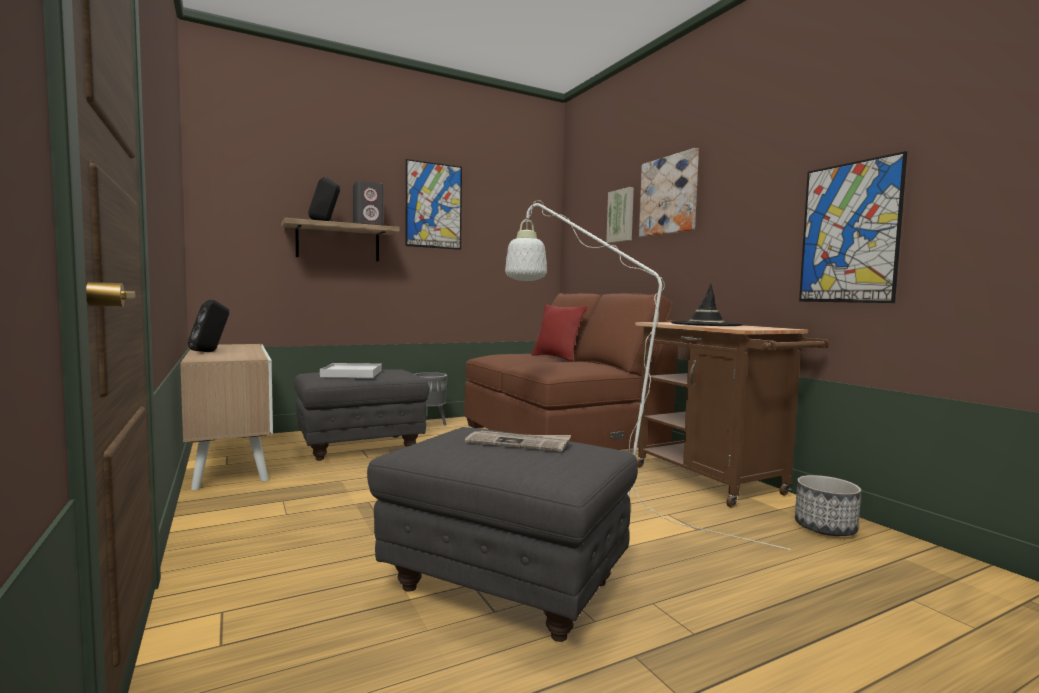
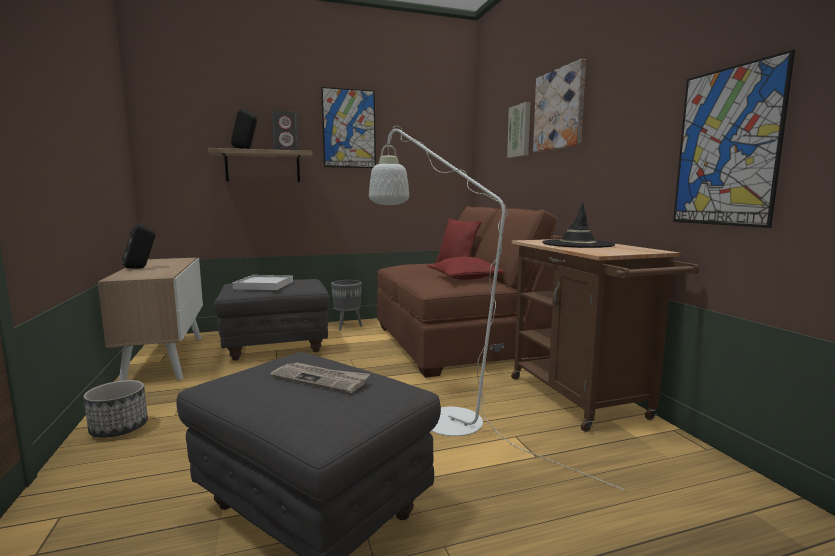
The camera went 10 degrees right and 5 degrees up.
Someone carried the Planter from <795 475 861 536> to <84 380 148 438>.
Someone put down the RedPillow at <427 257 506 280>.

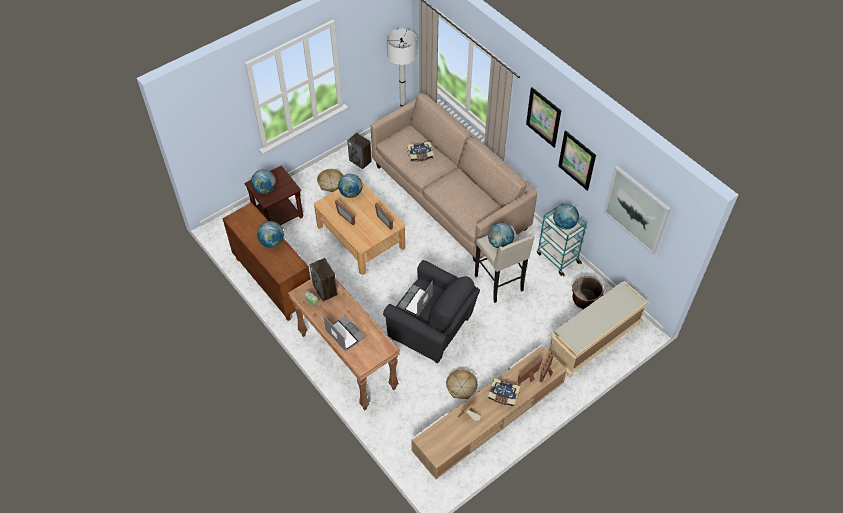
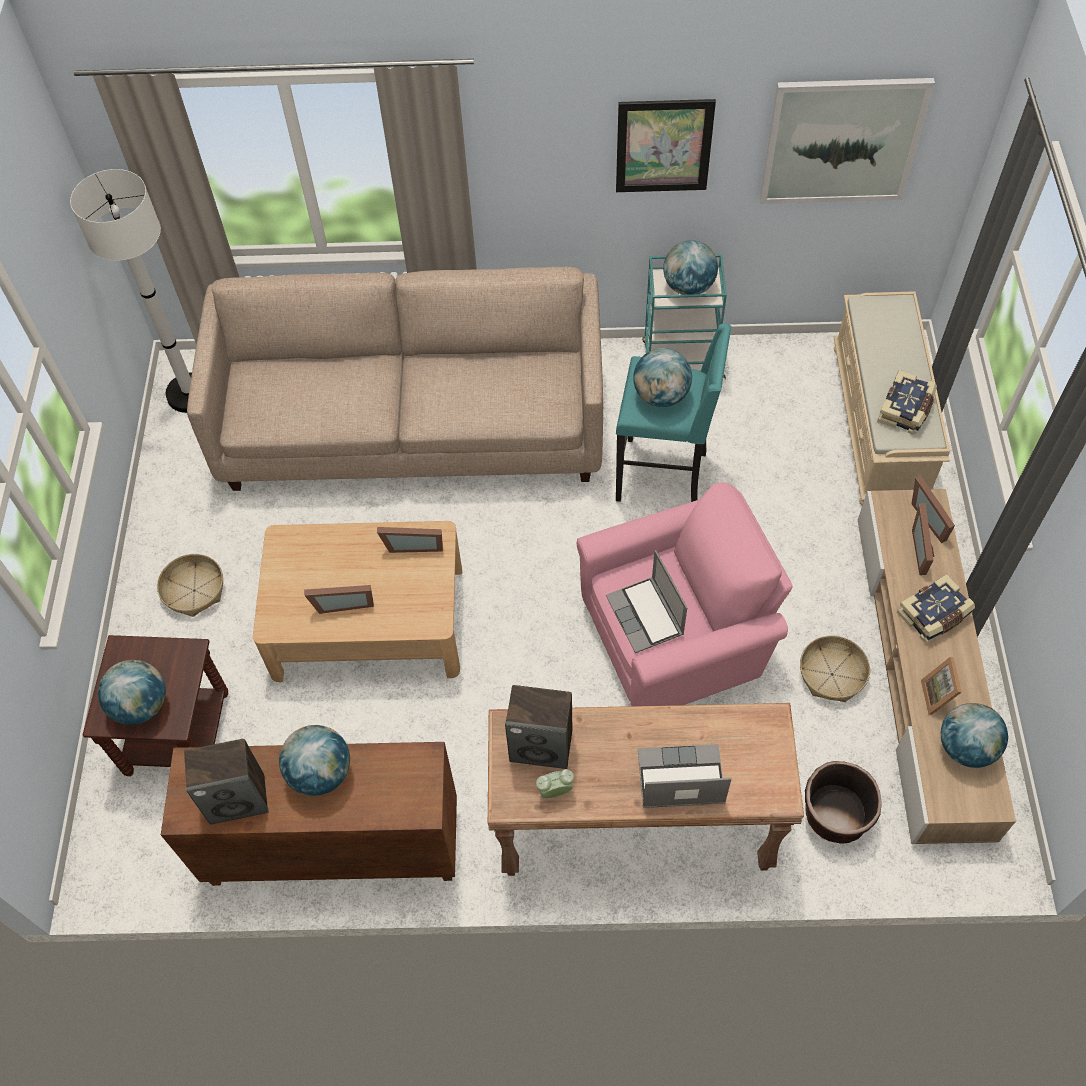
The camera went 50 degrees left and 5 degrees up.
Someone took away the Picture at <526 87 561 148>.
Someone carried the Speaker from <347 133 372 169> to <184 739 268 824>.
Someone carried the Book from <407 142 434 162> to <877 370 937 435>.
Someone carried the Globe from <338 174 362 198> to <941 703 1008 768>.
Someone repainted the BeigeStool at <475 226 535 303>, which became the TurquoiseStool at <616 324 731 502>.
Someone repainted the GreyArmchair at <383 260 480 363>, which became the PinkArmchair at <577 482 793 706>.
Someone carried the BrownPlanter from <572 276 604 309> to <805 761 882 844>.

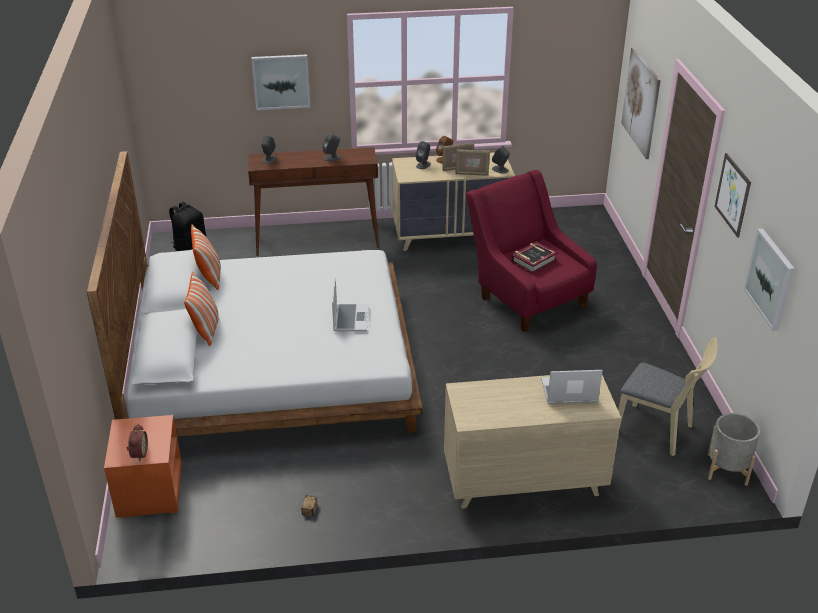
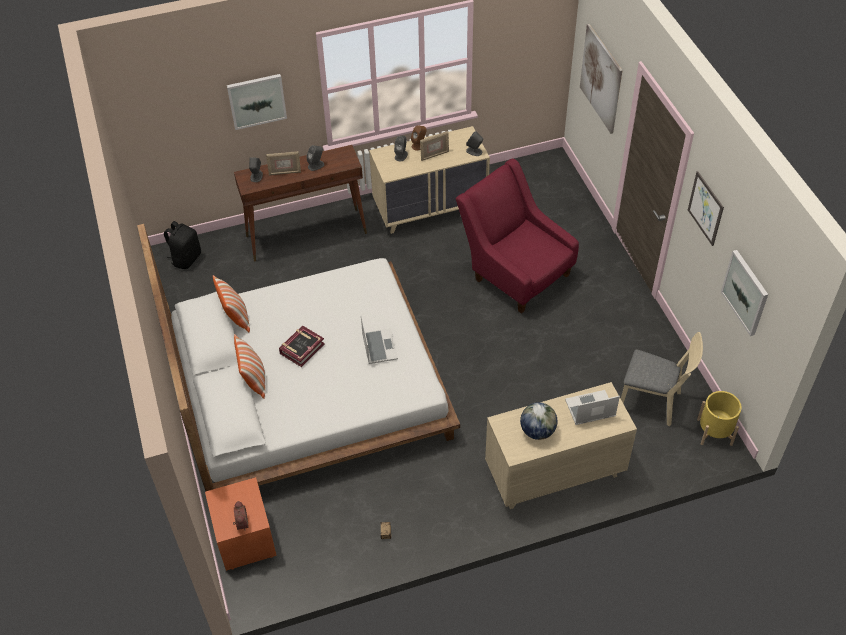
The camera went 10 degrees left and 15 degrees up.
Someone carried the PictureFrame from <455 149 490 176> to <266 151 301 175>.
Someone carried the Book from <511 241 558 274> to <279 325 325 367>.
Someone repainted the GreyPlanter at <708 413 760 486>, which became the YellowPlanter at <697 391 742 446>.
Someone put down the Globe at <520 402 558 440>.

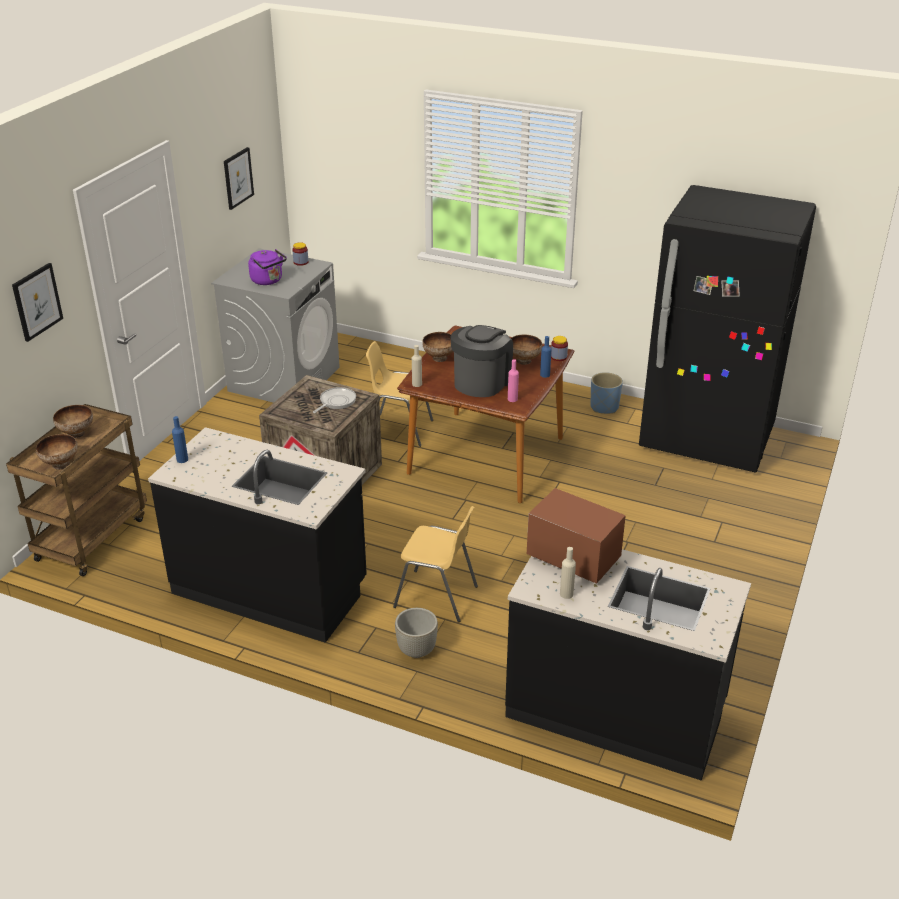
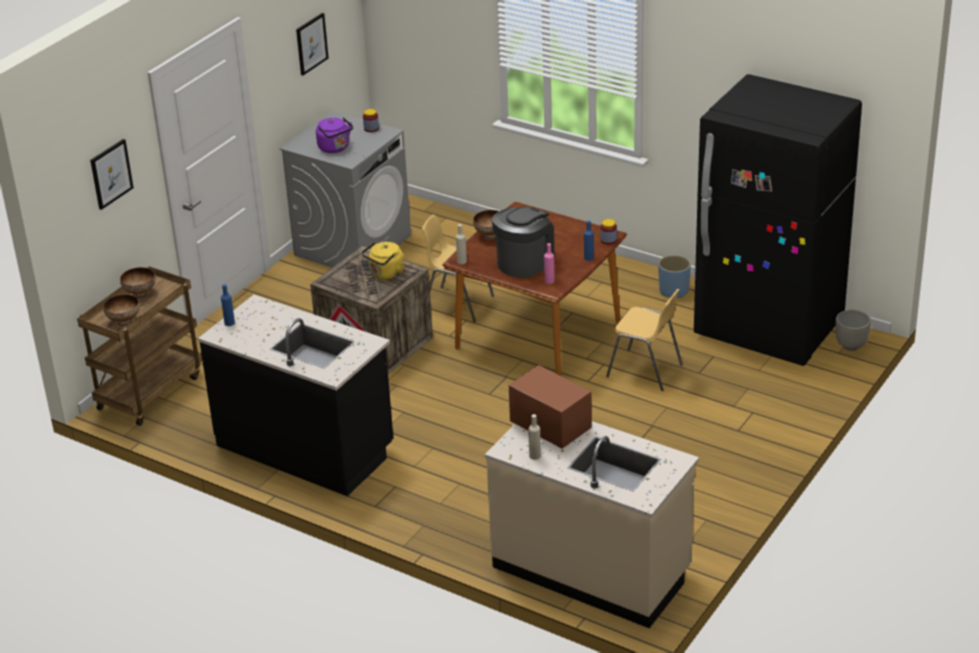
The camera went 10 degrees right and 0 degrees up.
Someone took away the Bowl at <511 335 542 365>.
Someone swapped the FryingPan at <313 387 356 413> for the YellowKettle at <361 242 404 280>.
Someone carried the YellowChair from <393 506 478 622> to <606 289 683 391>.
Someone repainted the BlackCounter at <505 549 751 781>, which became the BeigeCounter at <485 421 699 628>.
Someone carried the GreyPlanter from <395 608 438 658> to <835 310 871 351>.

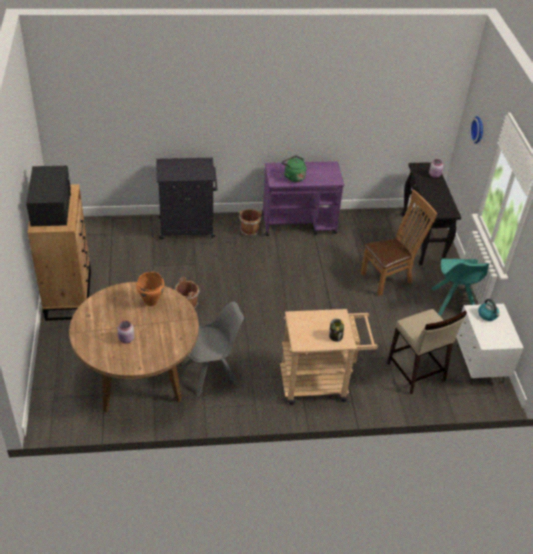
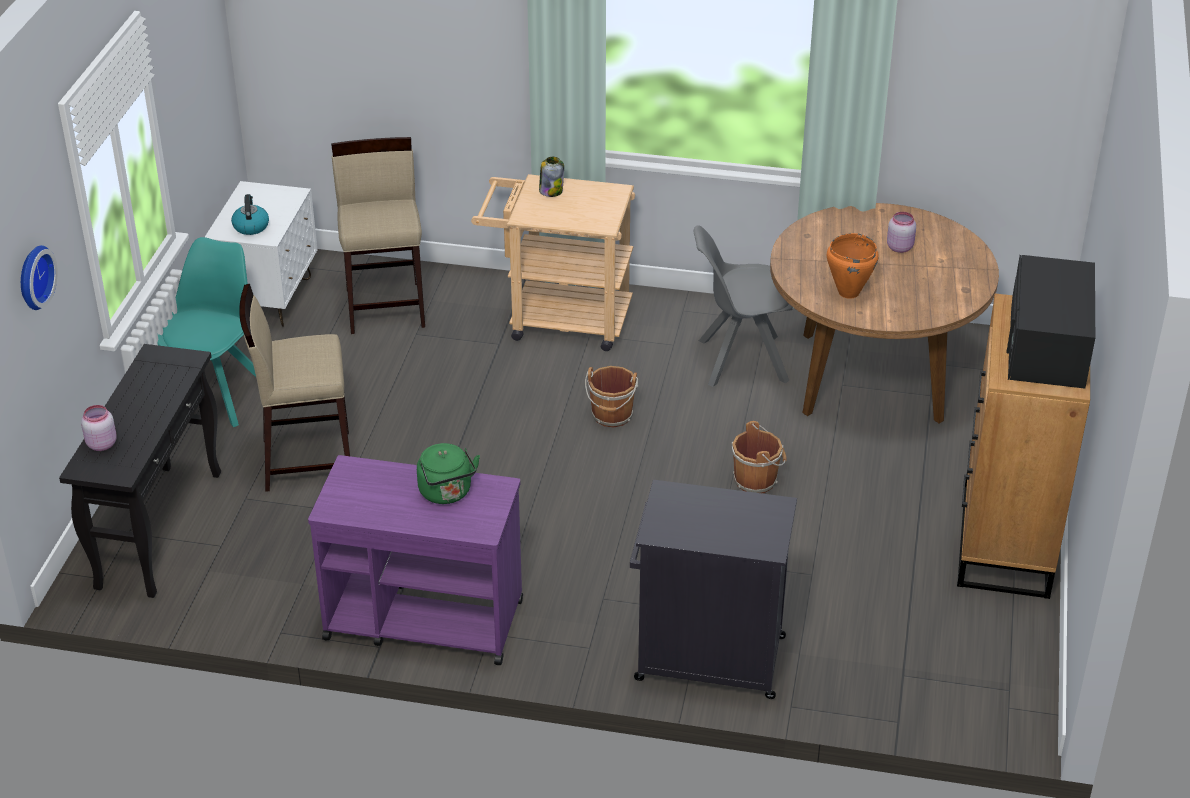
The camera went 160 degrees left and 5 degrees down.
Someone swapped the BrownChair at <361 190 437 296> for the BeigeStool at <239 284 350 492>.
Someone carried the BrownBucket from <239 209 262 236> to <585 366 638 427>.

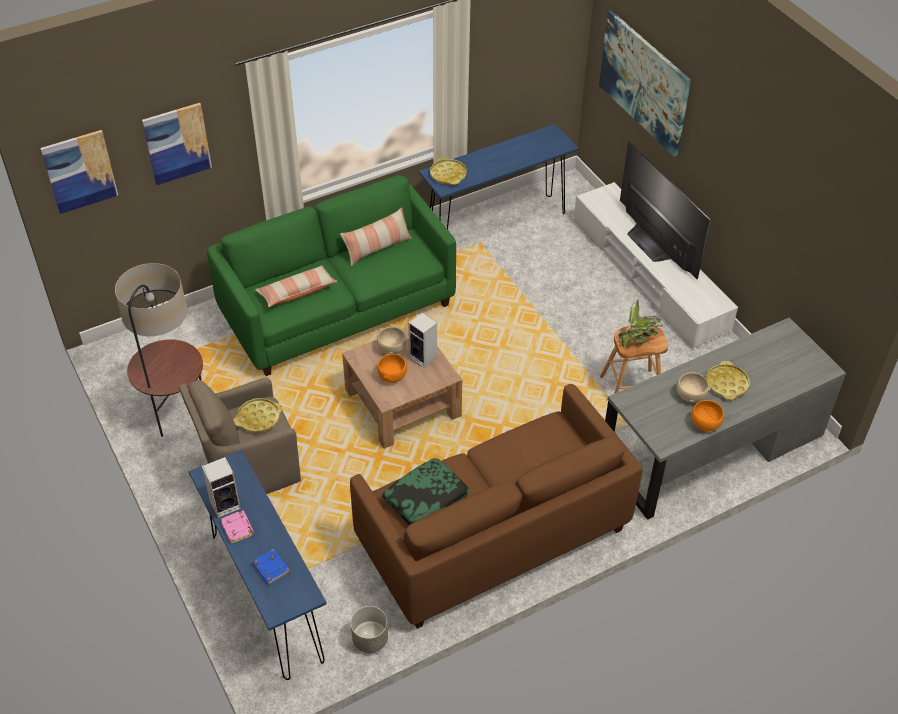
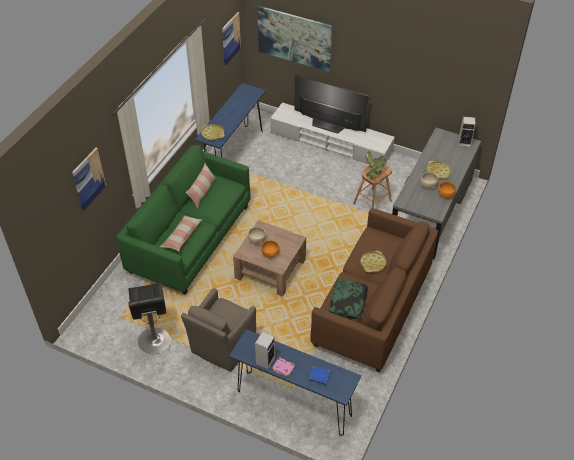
The camera went 35 degrees left and 0 degrees up.
Someone carried the Picture from <40 130 118 214> to <222 12 241 65>.
Someone swapped the FloorLamp at <115 263 203 437> for the BlackStool at <128 283 172 354>.
Someone carried the Speaker from <408 313 437 368> to <459 117 475 147>.
Someone carried the YellowTray from <233 398 283 433> to <360 251 386 273>.
Someone took away the GreyPlanter at <351 606 388 653>.

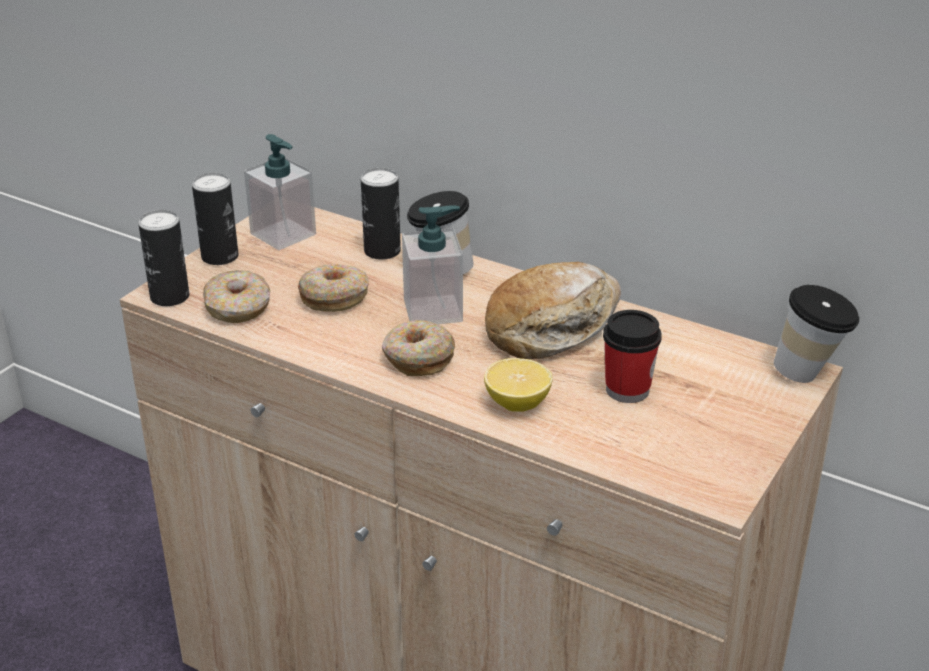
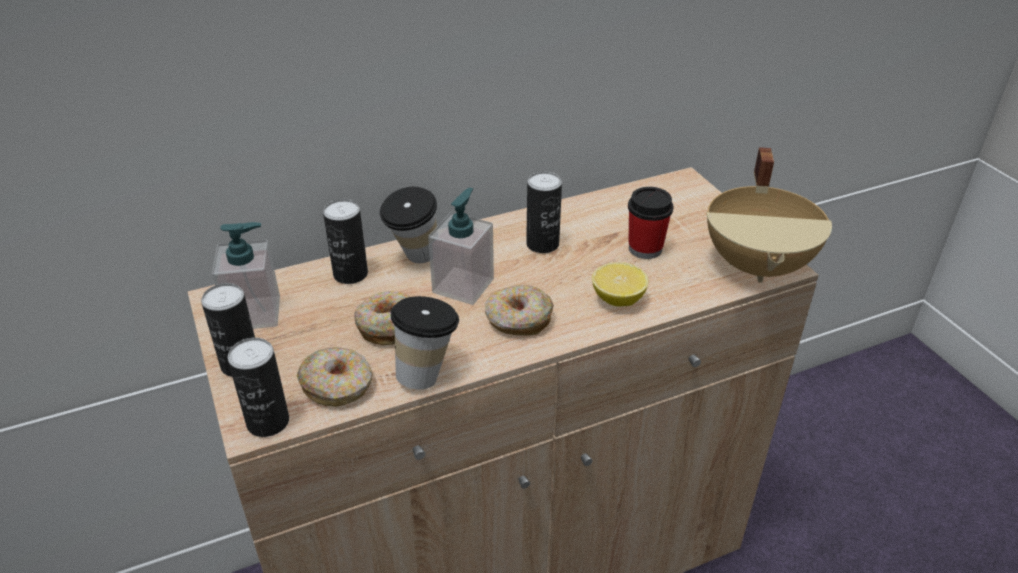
The camera went 55 degrees left and 5 degrees up.
Someone swapped the Bread at <485 262 621 359> for the Can at <526 171 562 253>.
Someone carried the Cup from <774 285 859 383> to <391 296 459 389>.
Someone put down the BeigeCookingPot at <706 147 832 283>.

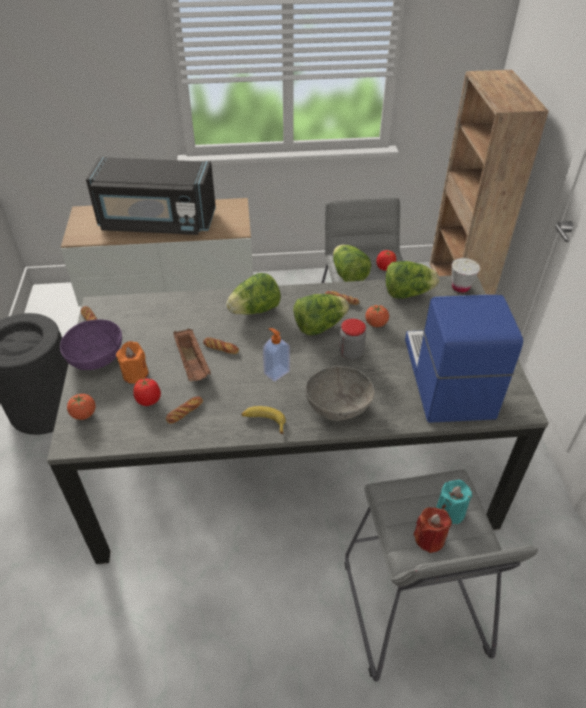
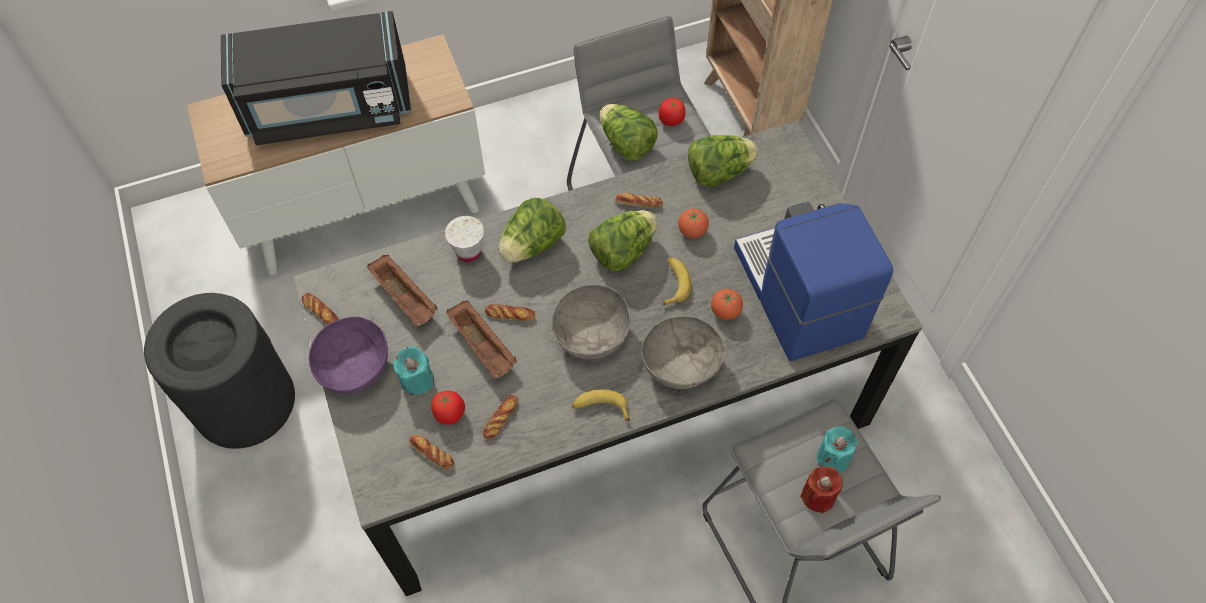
The camera went 15 degrees left and 15 degrees up.
Someone carried the WhiteCup from <452 258 480 293> to <445 216 484 262>.
Someone swapped the Jar at <339 319 366 360> for the Banana at <663 257 691 306>.
Someone swapped the SoapDispenser at <263 328 290 381> for the GreyBowl at <552 284 631 359>.
Someone repainted the OrangeCandle at <116 341 149 384>, which became the TurquoiseCandle at <393 346 434 395>.
Someone carried the Tomato from <67 394 96 420> to <711 289 743 320>.
Someone put down the BrownTray at <367 255 438 327>.
Someone put down the Bread at <409 434 455 470>.

